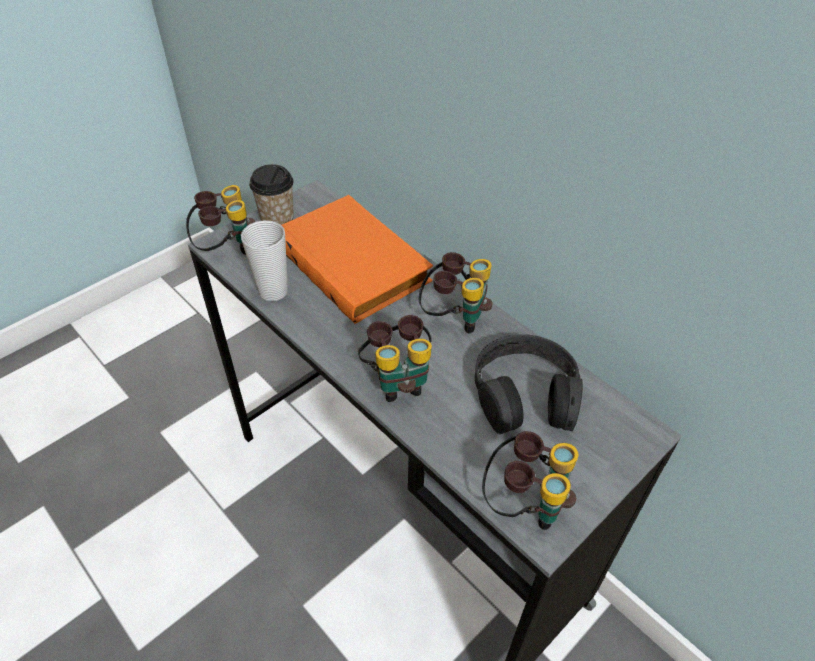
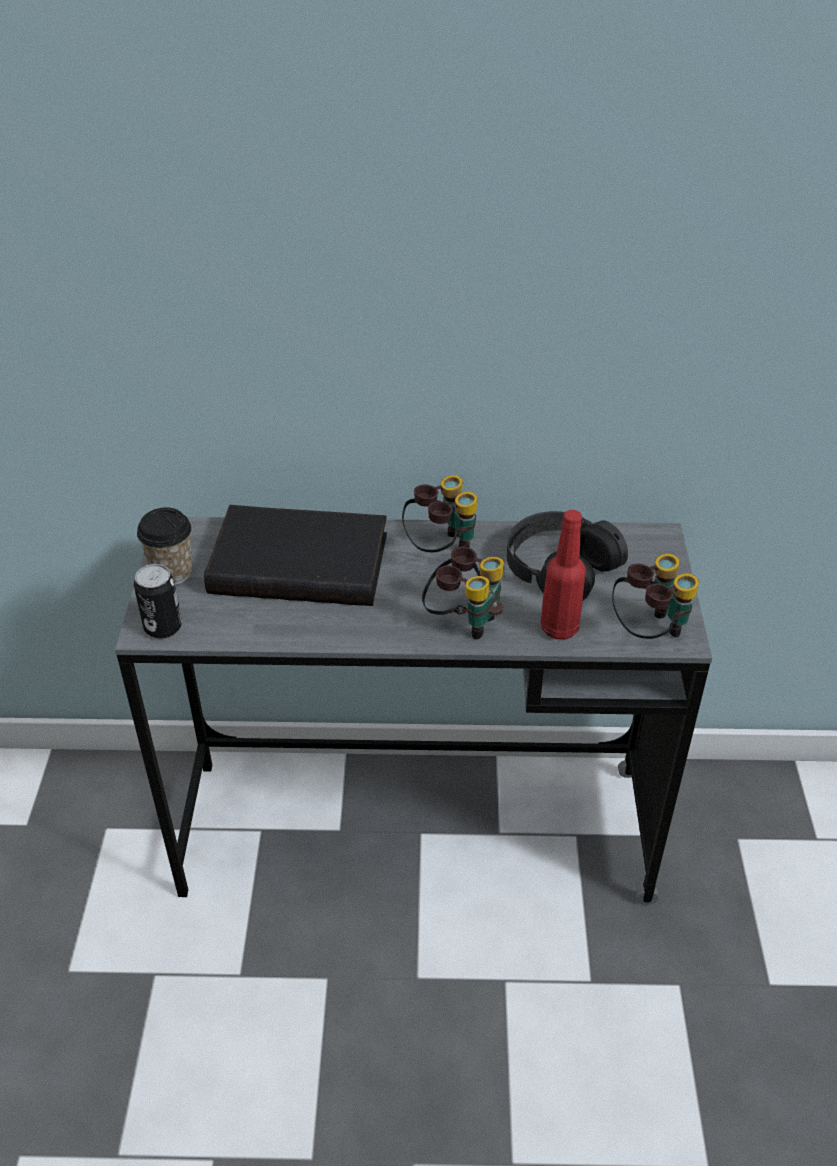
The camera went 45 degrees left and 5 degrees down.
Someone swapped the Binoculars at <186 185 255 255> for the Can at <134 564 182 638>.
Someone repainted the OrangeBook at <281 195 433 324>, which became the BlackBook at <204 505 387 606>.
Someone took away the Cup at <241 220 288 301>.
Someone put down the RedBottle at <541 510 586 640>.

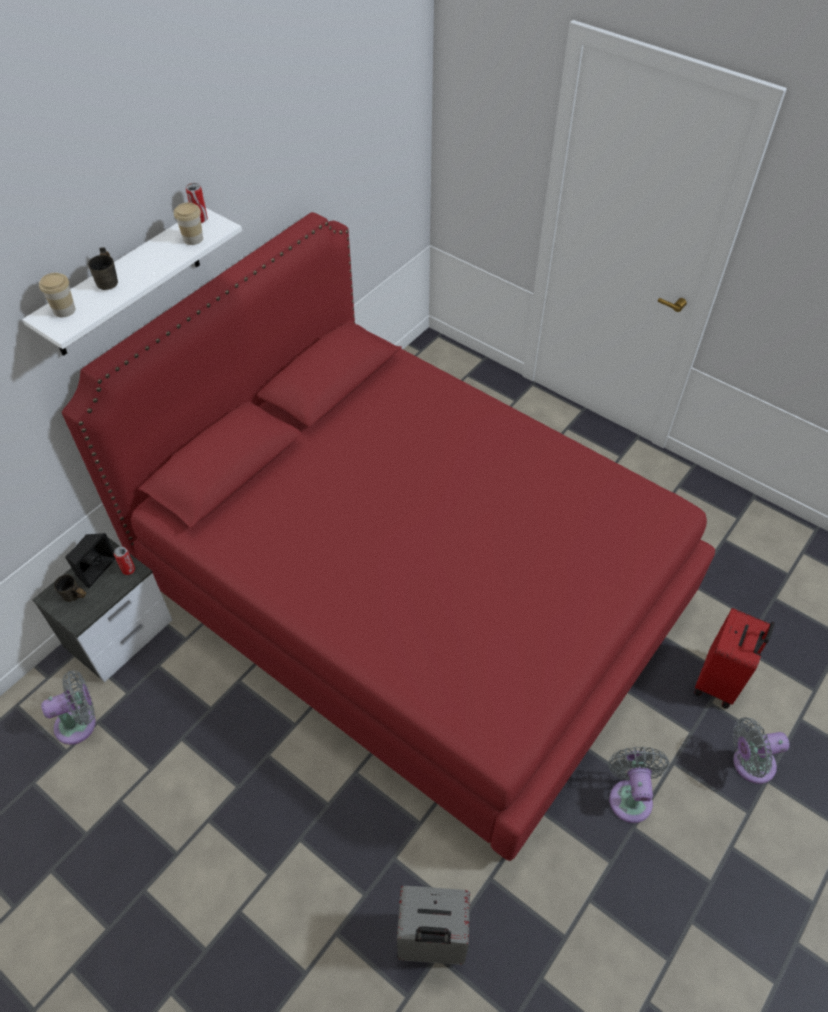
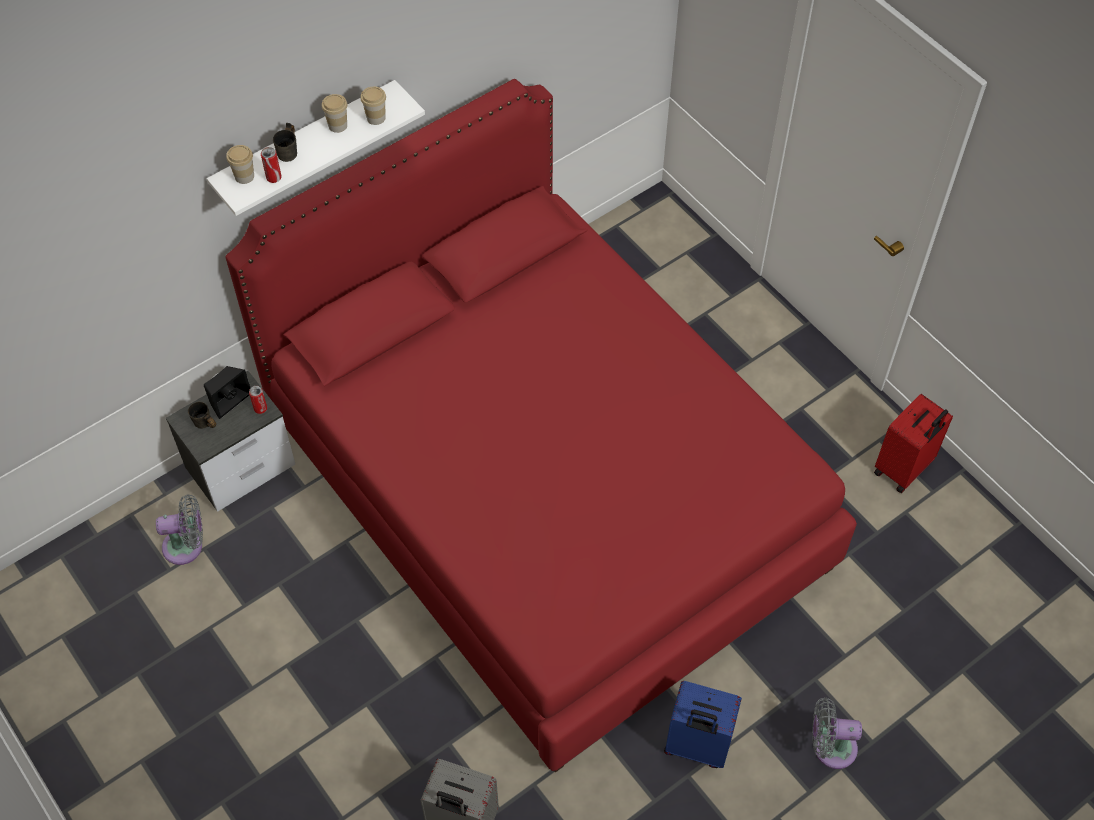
The camera went 15 degrees right and 5 degrees up.
Someone carried the Can from <186 183 208 223> to <261 147 282 183>.
Someone carried the RedSuitcase from <694 608 775 709> to <874 394 953 493>.
Someone swapped the GreyFan at <608 747 670 823> for the BlueSuitcase at <664 681 742 768>.
Someone put down the Cup at <322 94 347 133>.

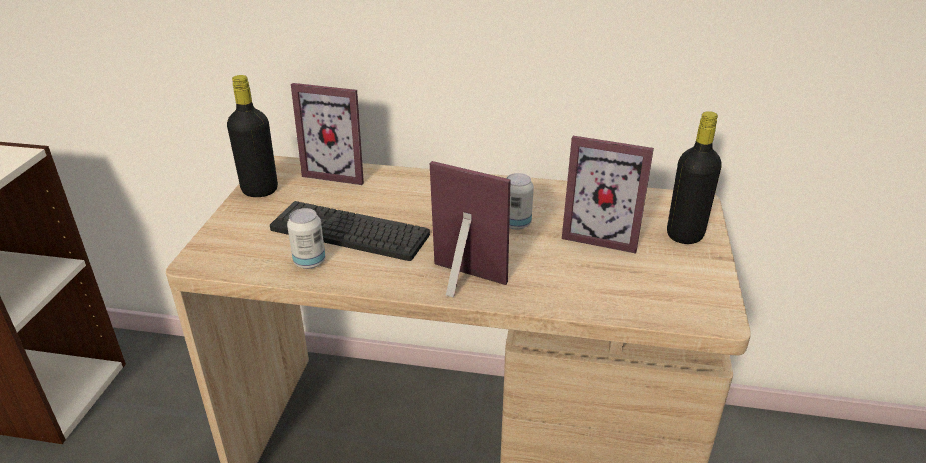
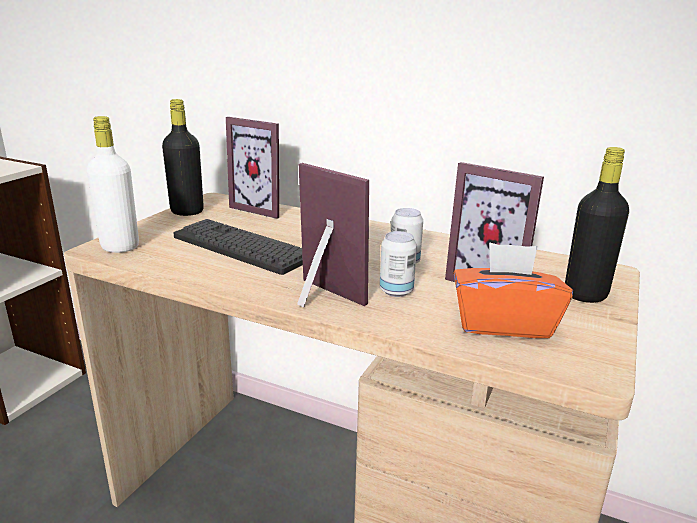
The camera went 15 degrees right and 10 degrees down.
Someone carried the Can from <287 208 326 269> to <380 231 417 297>.
Someone put down the WhiteBottle at <87 116 139 253>.
Someone put down the OrangeTissueBox at <454 242 573 338>.

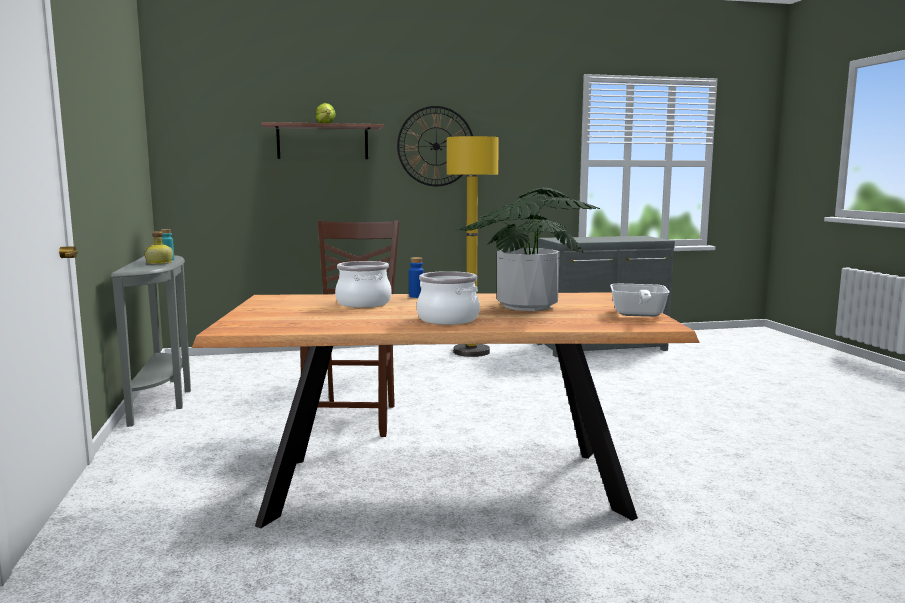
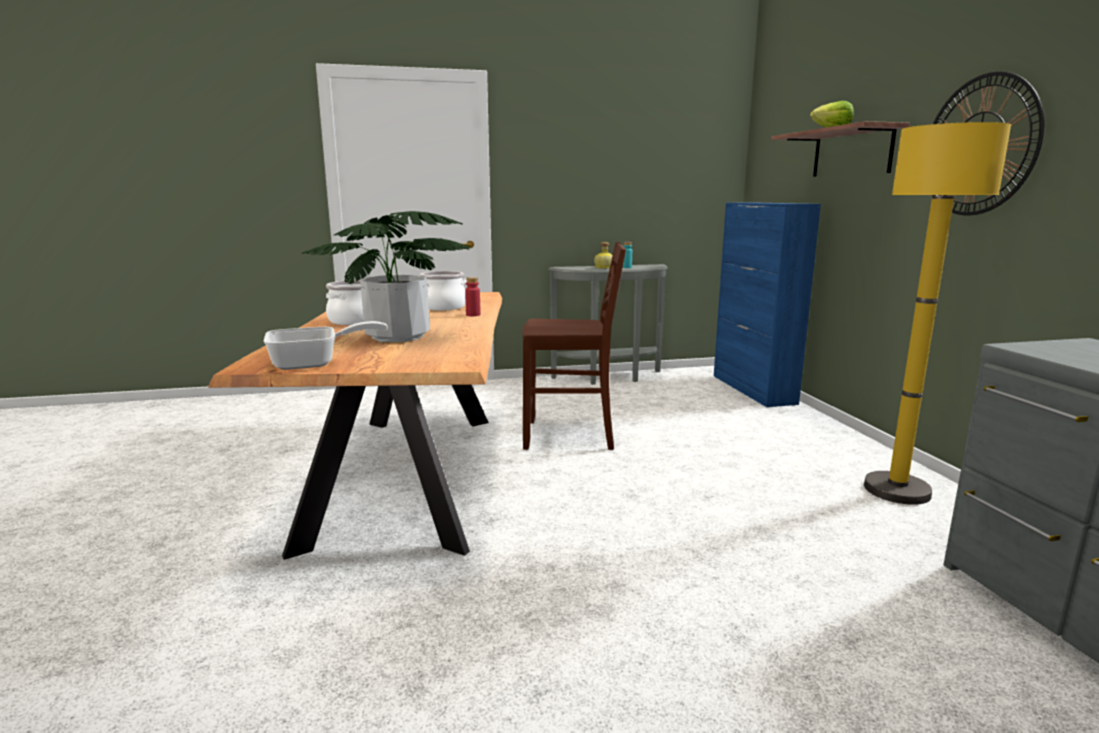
The camera went 90 degrees right and 5 degrees up.
Someone repainted the BlueBottle at <409 257 424 298>, which became the RedBottle at <465 277 481 316>.
Someone rotated the FryingPan at <610 284 670 317> by 150 degrees clockwise.
Someone put down the BlueCabinet at <714 203 821 407>.

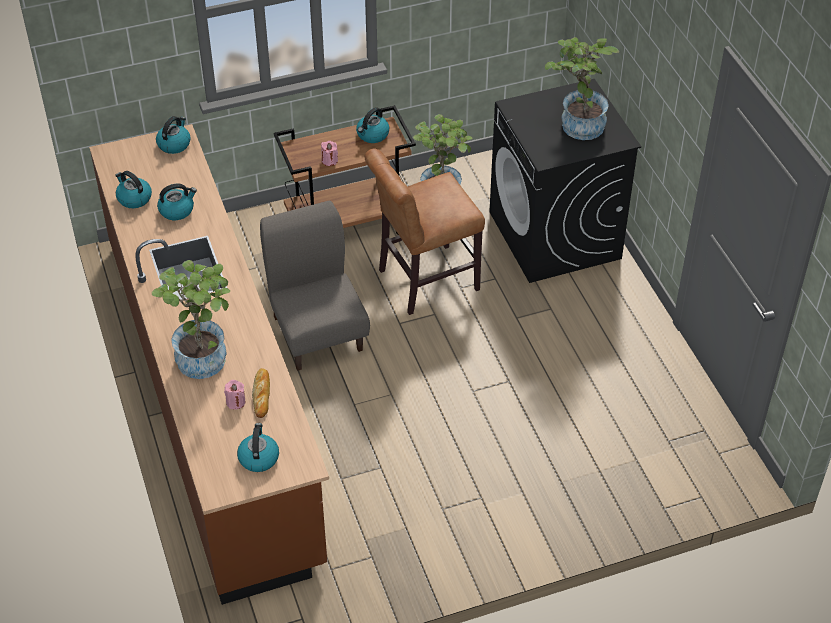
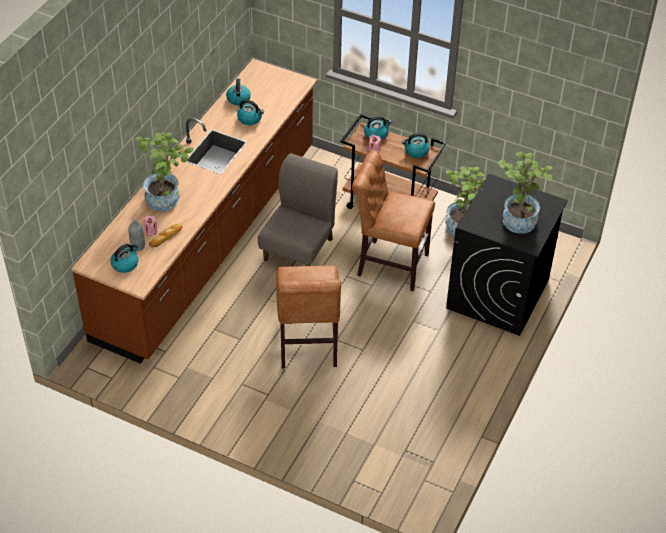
The camera went 45 degrees right and 0 degrees up.
Someone carried the Kettle from <156 116 191 154> to <364 116 392 140>.
Someone put down the GreyBottle at <128 218 145 252>.
Someone put down the BrownChair at <276 266 341 369>.

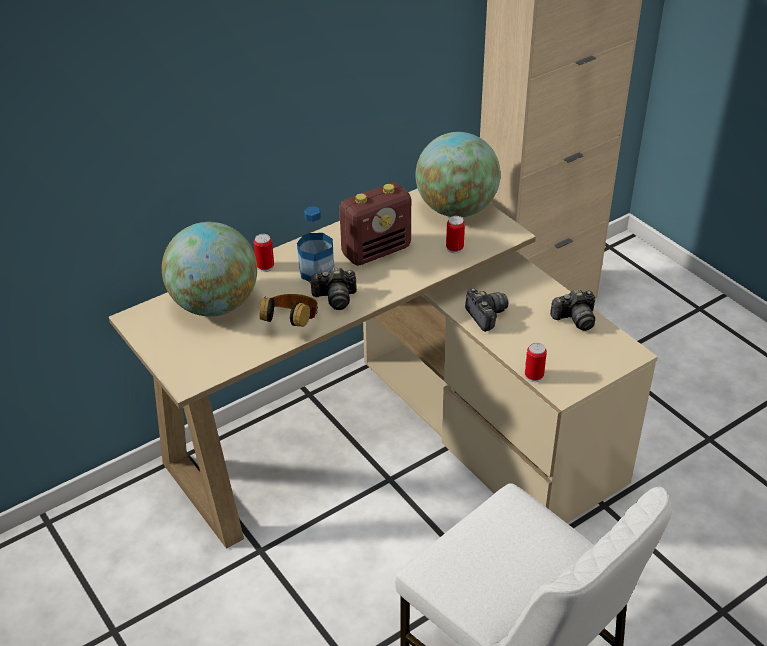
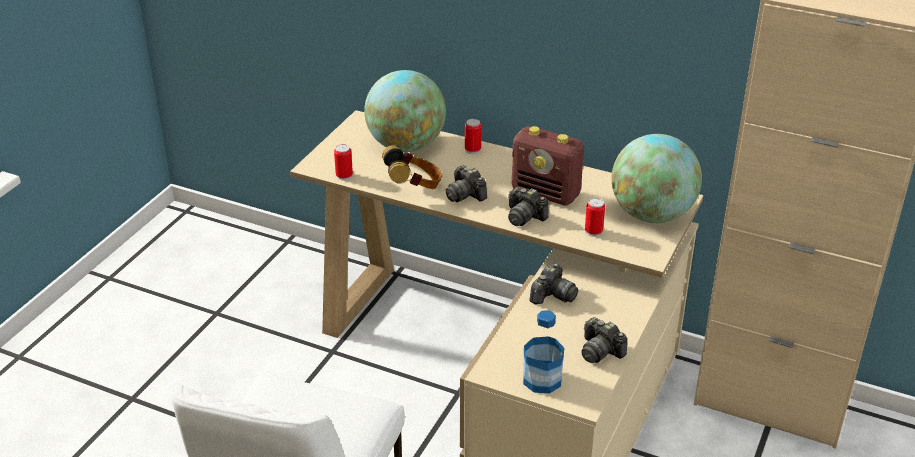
The camera went 60 degrees right and 5 degrees down.
Someone carried the Bottle from <297 206 334 282> to <523 310 564 393>.
Someone carried the Can from <525 343 547 382> to <334 144 353 181>.
Someone put down the PhotoCamera at <508 187 549 226>.

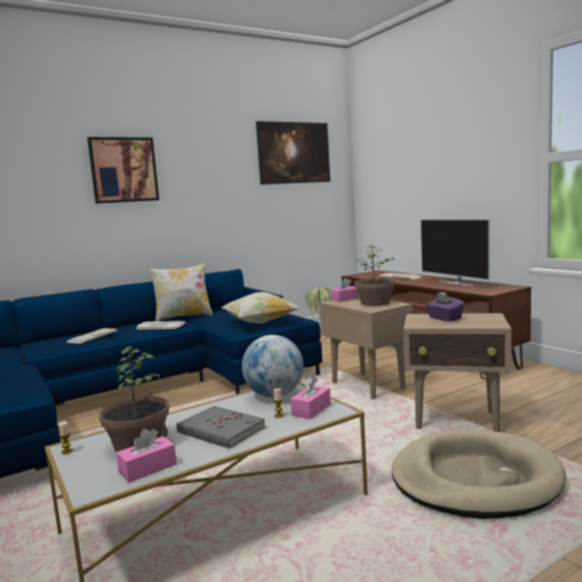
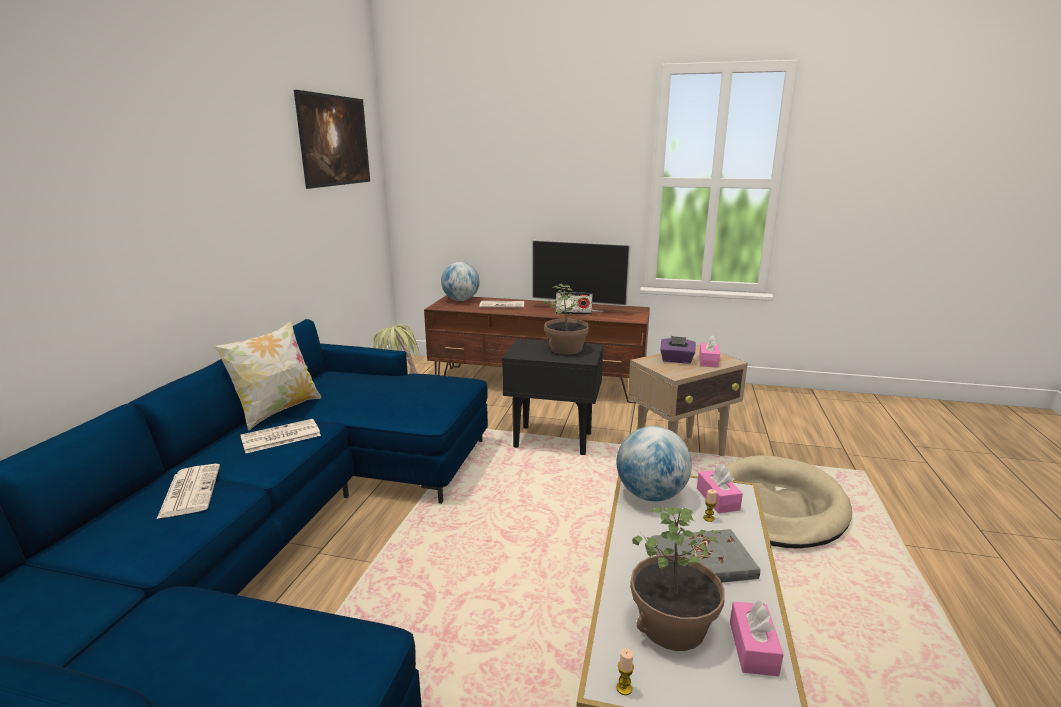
The camera went 45 degrees left and 10 degrees up.
Someone took away the Picture at <87 137 159 204>.
Someone carried the PinkTissueBox from <331 278 360 302> to <699 335 720 368>.
Someone took away the Pillow at <221 292 299 323>.
Someone repainted the BeigeSideTable at <320 296 413 399>, which became the BlackSideTable at <502 339 603 455>.
Someone put down the Globe at <441 262 480 301>.
Someone put down the Radio at <556 292 593 315>.

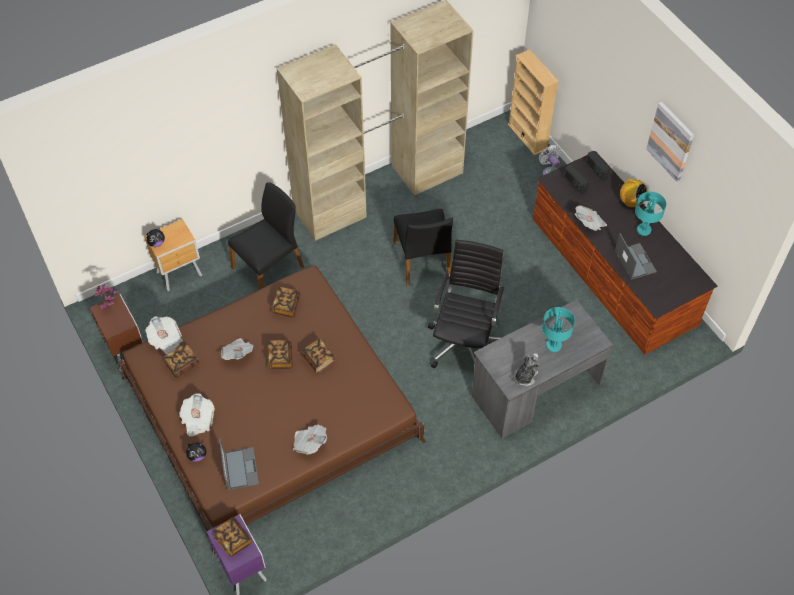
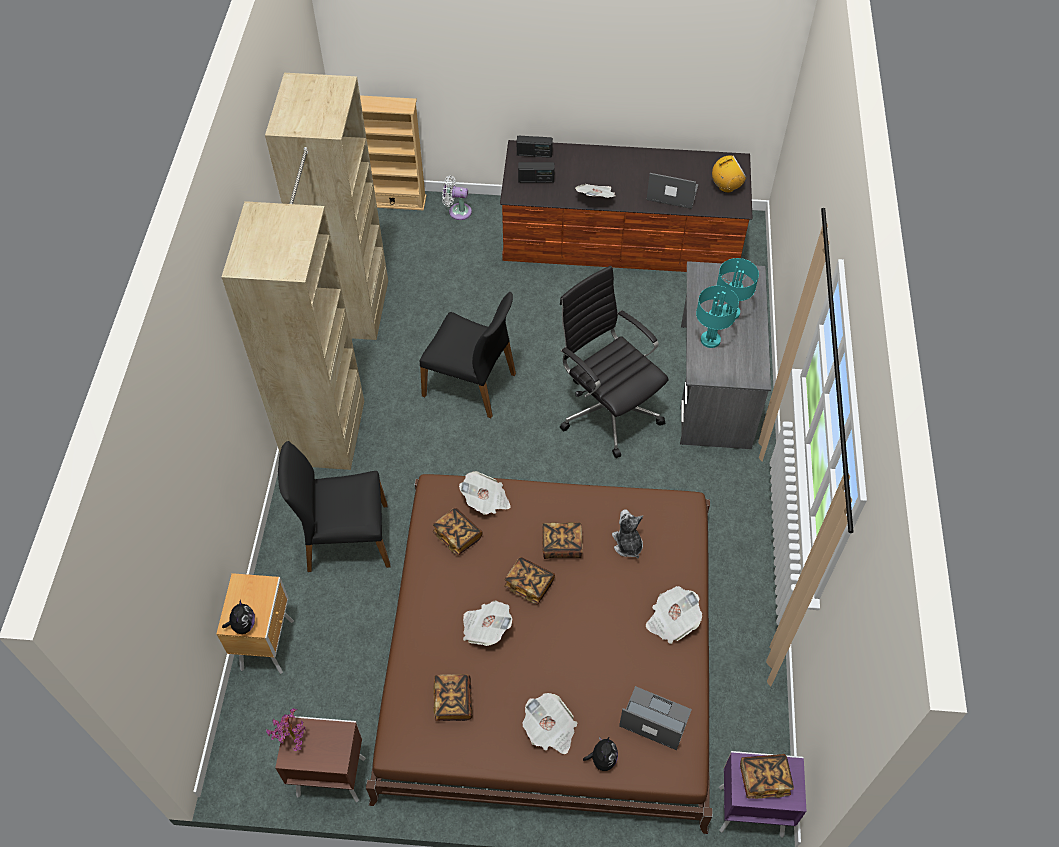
The camera went 55 degrees left and 0 degrees up.
Someone took away the Picture at <646 102 694 182>.
Someone carried the Radio from <619 179 648 208> to <712 156 747 193>.
Someone rotated the BlackChair at <228 182 304 290> by 90 degrees counterclockwise.
Someone carried the TurquoiseTableLamp from <635 192 666 236> to <696 286 739 348>.
Someone carried the Newspaper from <146 316 183 355> to <459 471 511 515>.
Someone carried the PlushToy from <514 353 540 386> to <612 509 643 558>.

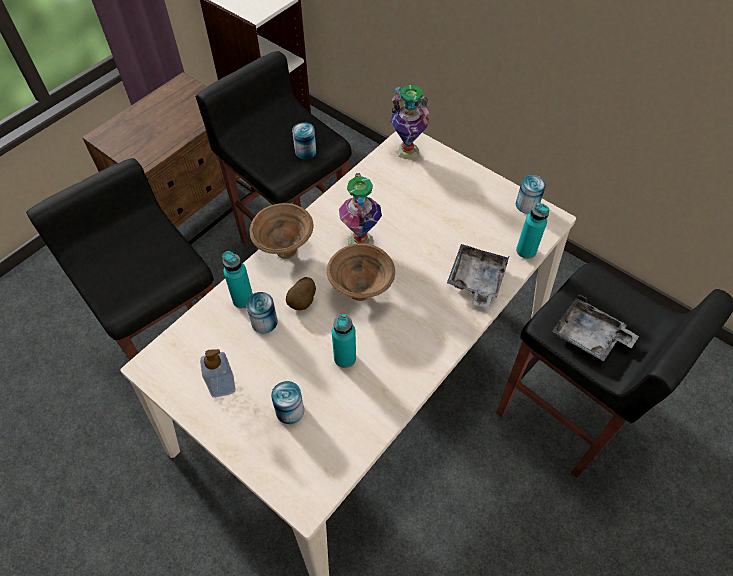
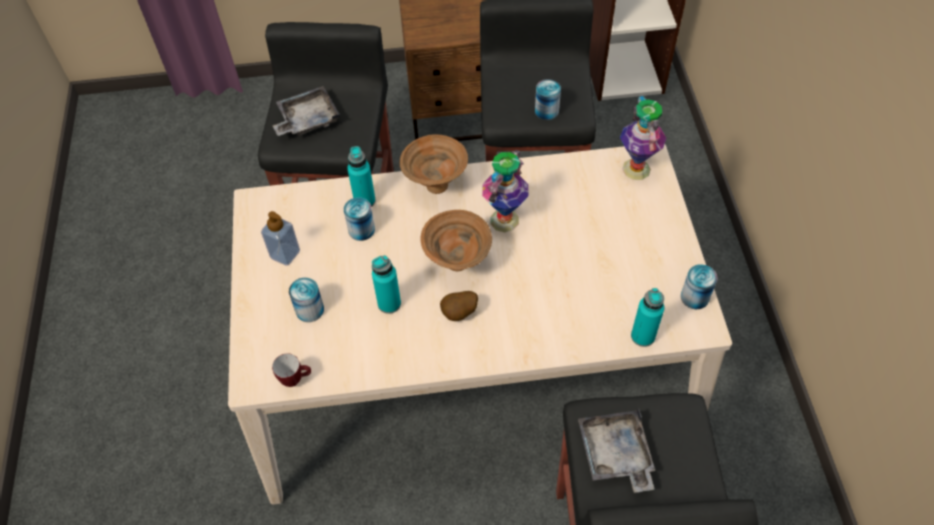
The camera went 45 degrees right and 0 degrees up.
Someone carried the GreyTray from <447 244 510 308> to <272 86 341 136>.
Someone carried the Potato from <286 277 316 310> to <440 291 478 321>.
Someone put down the Mug at <272 354 311 387>.

